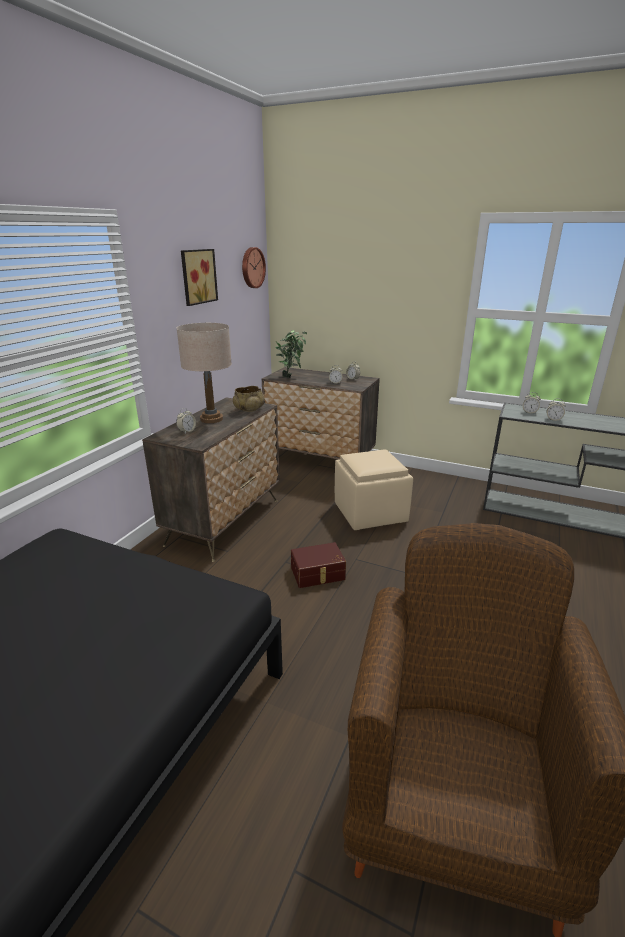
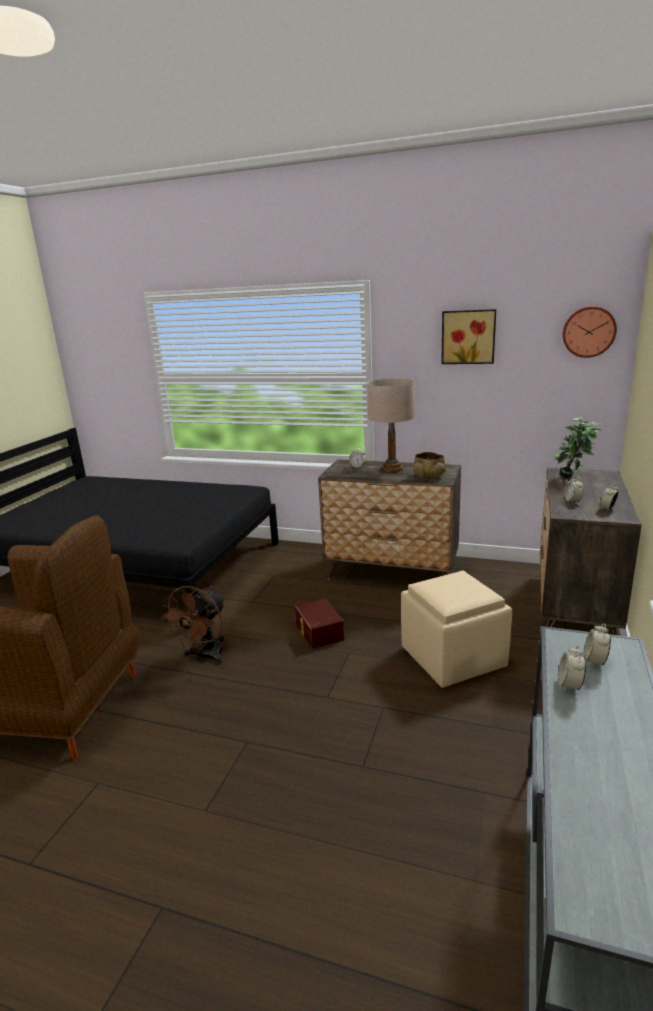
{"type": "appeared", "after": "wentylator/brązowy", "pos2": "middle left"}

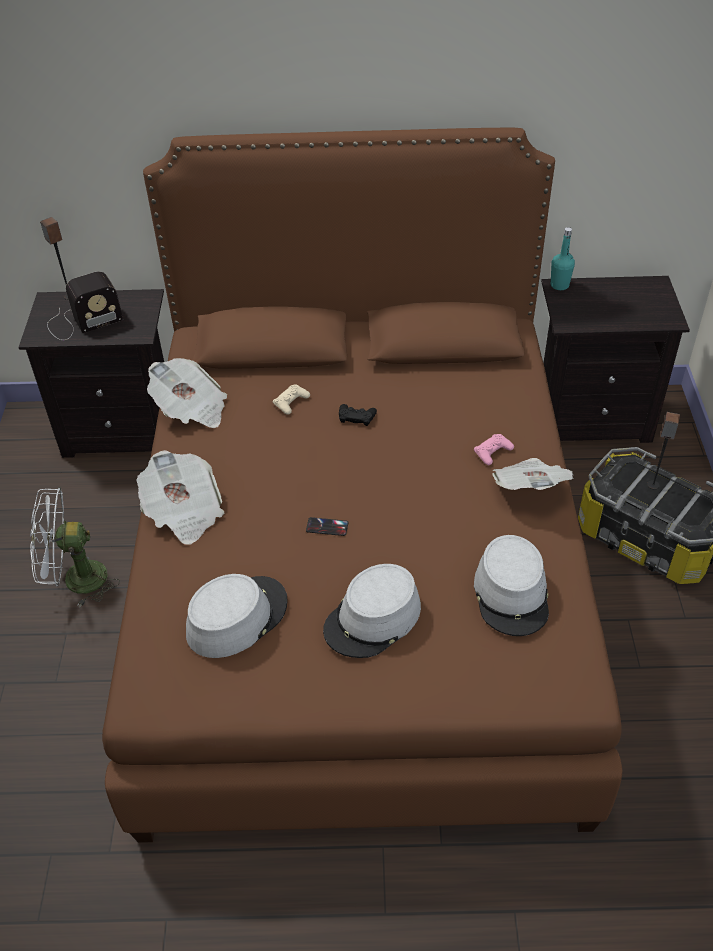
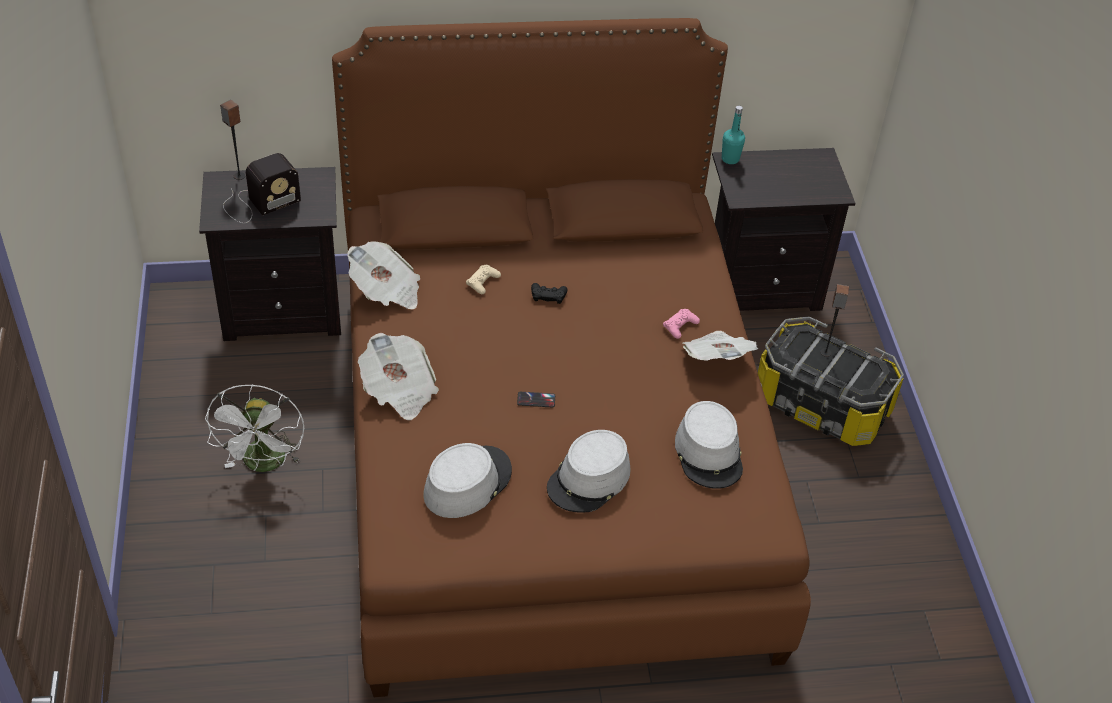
{"type": "spun", "before": "wentylator/biały", "pos1": "middle left", "pos2": "middle left", "turn": -75}

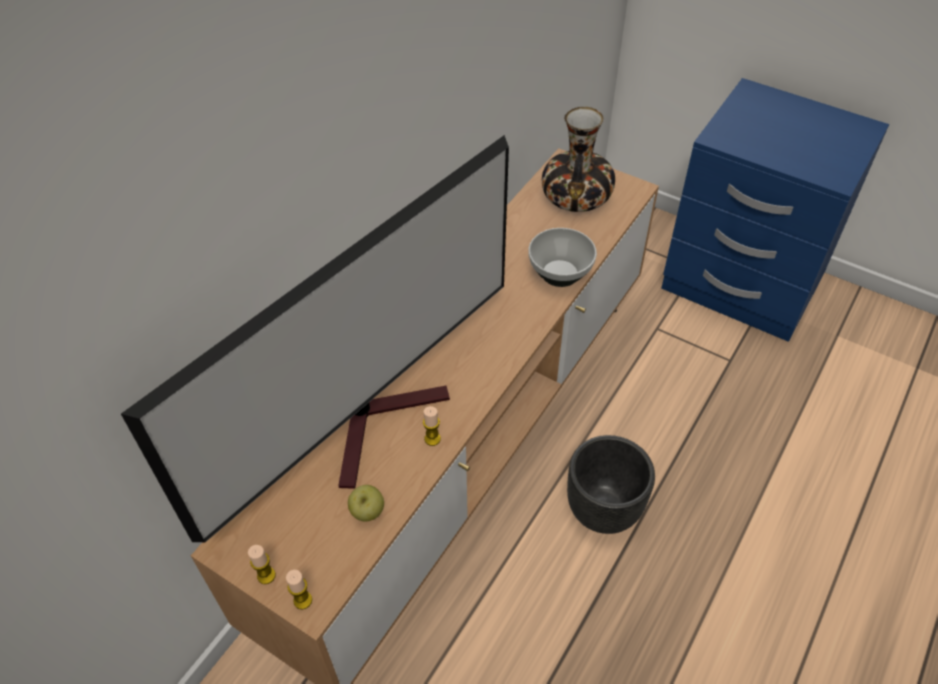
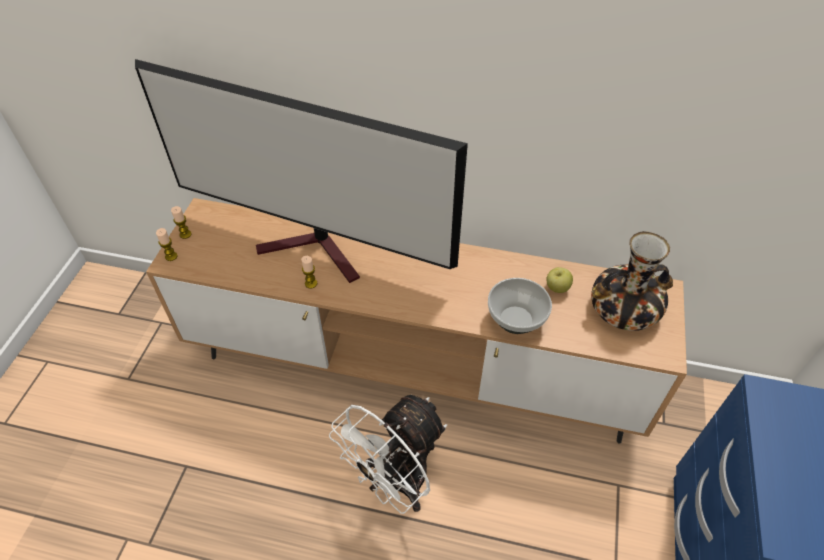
{"type": "relocated", "before": "jabłko", "pos1": "bottom centre", "pos2": "middle right"}
{"type": "exchanged", "before": "donica/czarny", "after": "wentylator/biały", "pos1": "bottom centre", "pos2": "bottom centre"}

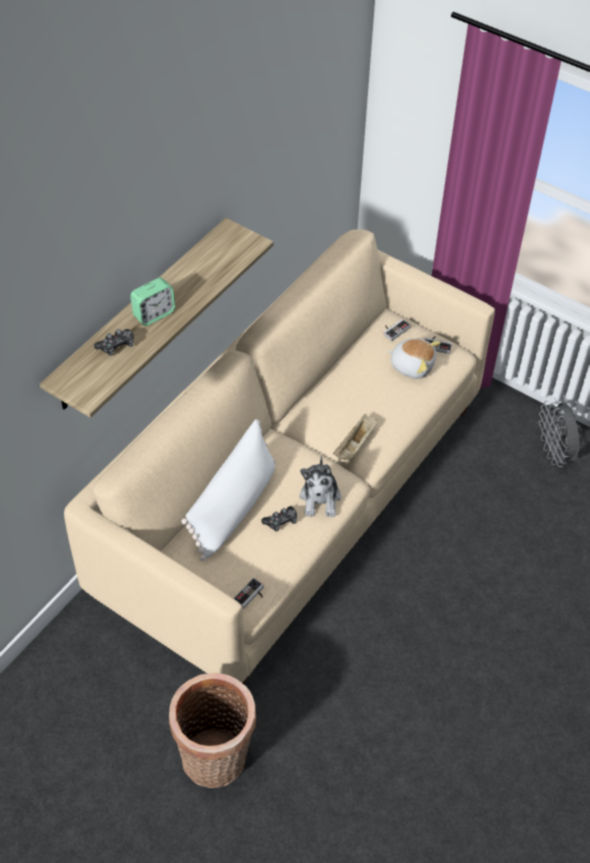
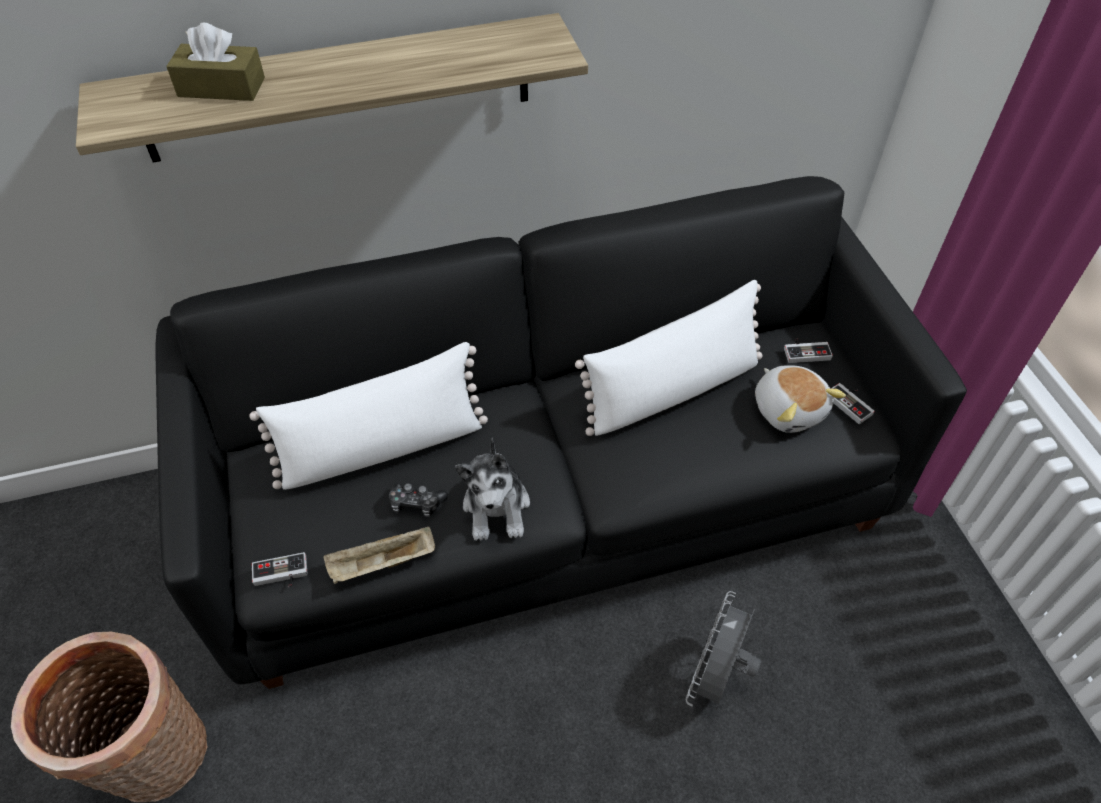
{"type": "missing", "before": "budzik", "pos1": "middle left"}
{"type": "appeared", "after": "poduszka/biały (no. 2 from left)", "pos2": "centre"}
{"type": "relocated", "before": "taca/beżowy", "pos1": "centre", "pos2": "bottom centre"}
{"type": "relocated", "before": "wentylator/szary", "pos1": "middle right", "pos2": "bottom centre"}
{"type": "exchanged", "before": "pad do gier (no. 1 from left)", "after": "pudełko chusteczek/brązowy", "pos1": "middle left", "pos2": "top left"}
{"type": "colour", "before": "kanapa/beżowy", "after": "kanapa/czarny", "pos1": "centre", "pos2": "centre"}
{"type": "spun", "before": "pluszak (no. 1 from left)", "pos1": "centre", "pos2": "centre", "turn": -45}

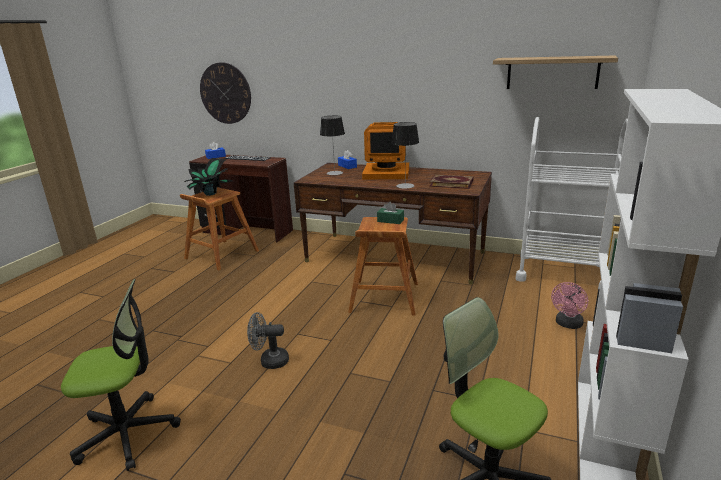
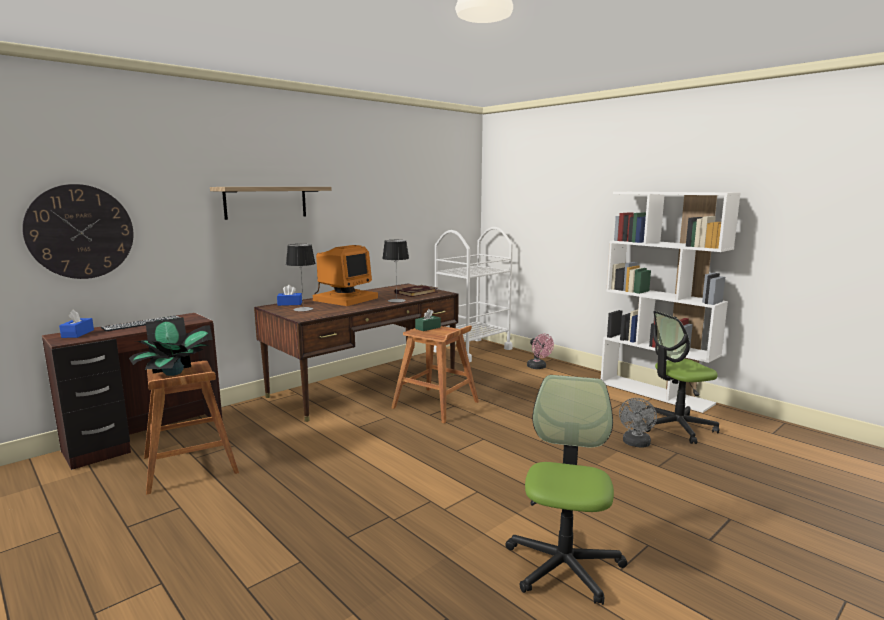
{"type": "relocated", "before": "wentylator/szary", "pos1": "bottom centre", "pos2": "bottom right"}
{"type": "relocated", "before": "półka", "pos1": "top right", "pos2": "top left"}

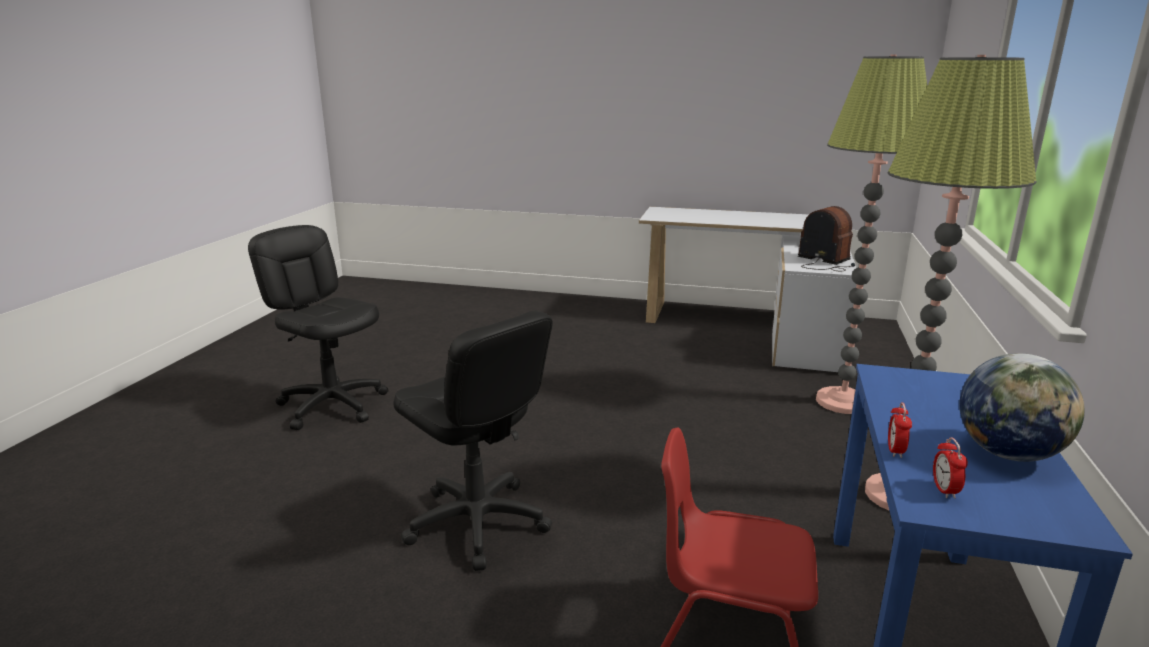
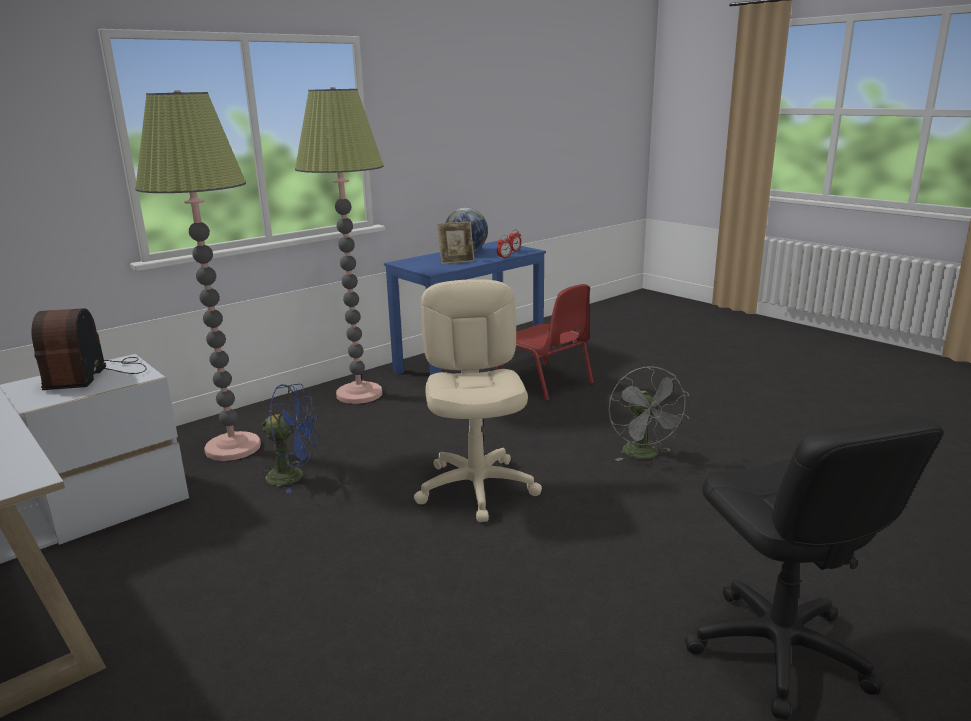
{"type": "appeared", "after": "wentylator/niebieski", "pos2": "middle left"}
{"type": "appeared", "after": "krzesło biurowe/beżowy", "pos2": "centre"}
{"type": "appeared", "after": "ramka na zdjęcie", "pos2": "centre"}
{"type": "exchanged", "before": "krzesło biurowe/czarny (no. 2 from left)", "after": "wentylator/szary", "pos1": "bottom centre", "pos2": "middle right"}

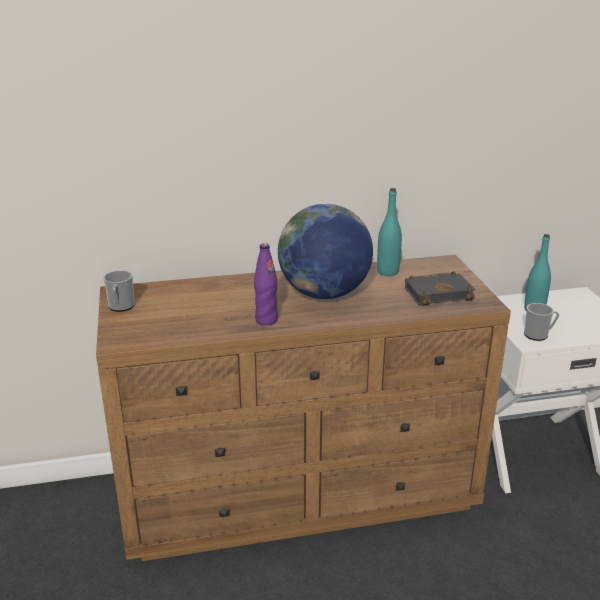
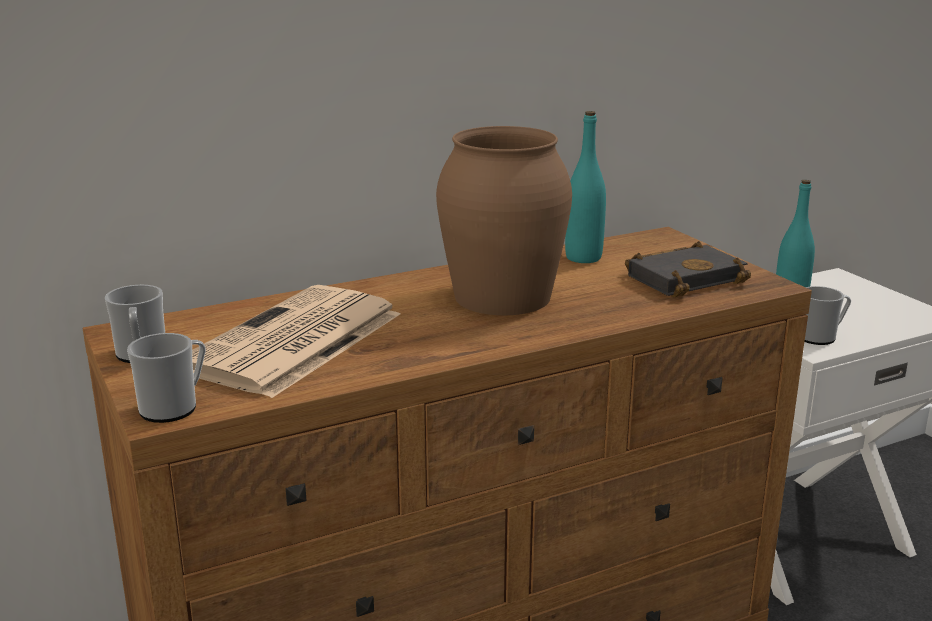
{"type": "missing", "before": "butelka/fioletowy", "pos1": "centre"}
{"type": "appeared", "after": "kubek (no. 2 from left)", "pos2": "middle left"}
{"type": "appeared", "after": "gazeta", "pos2": "middle left"}
{"type": "exchanged", "before": "globus", "after": "wazon/brązowy", "pos1": "centre", "pos2": "centre"}

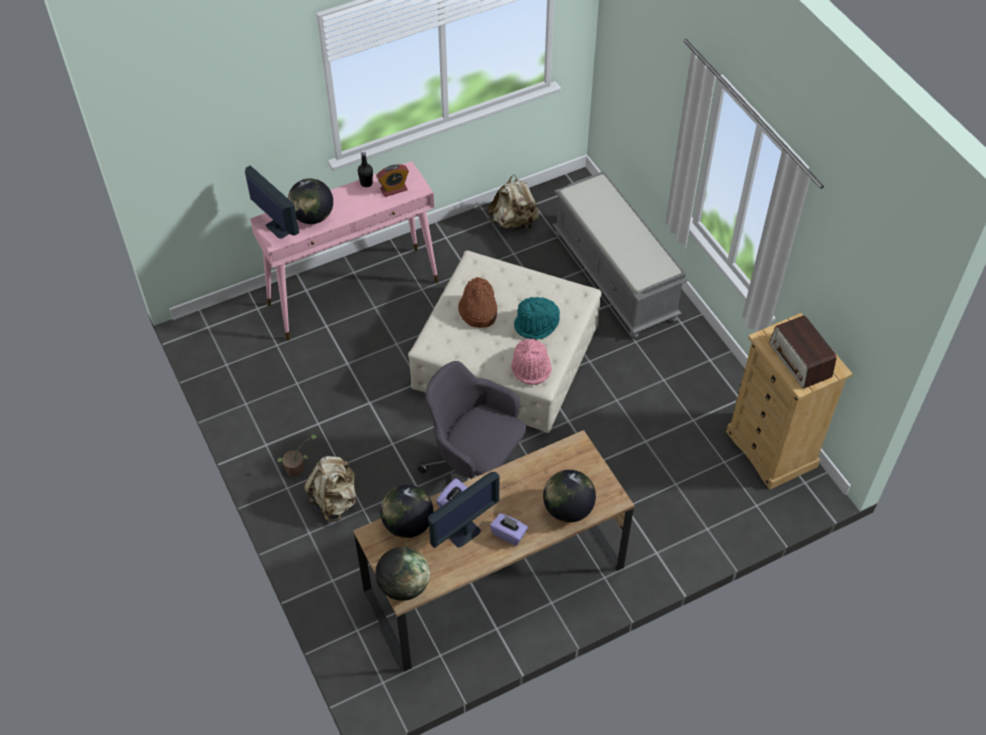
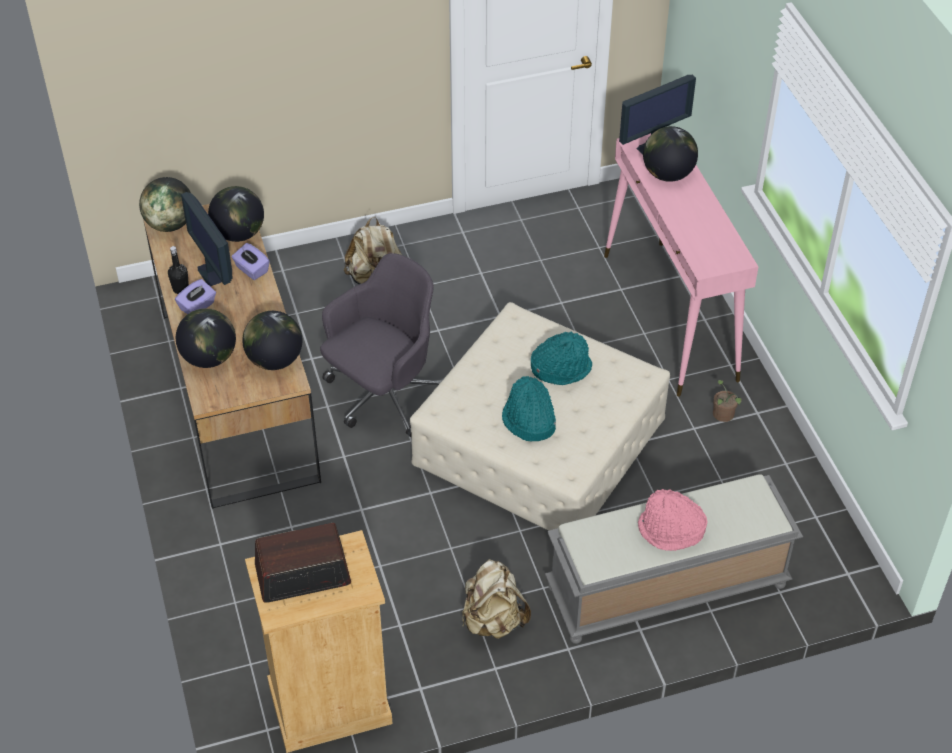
{"type": "missing", "before": "budzik", "pos1": "top centre"}
{"type": "appeared", "after": "globus (no. 4 from left)", "pos2": "middle left"}
{"type": "relocated", "before": "roślina doniczkowa", "pos1": "middle left", "pos2": "middle right"}
{"type": "relocated", "before": "butelka/czarny", "pos1": "top centre", "pos2": "middle left"}
{"type": "relocated", "before": "plecak/beżowy (no. 2 from left)", "pos1": "top centre", "pos2": "bottom centre"}
{"type": "relocated", "before": "kapelusz/różowy", "pos1": "centre", "pos2": "bottom right"}
{"type": "colour", "before": "kapelusz/brązowy", "after": "kapelusz/turkusowy (no. 2 from left)", "pos1": "centre", "pos2": "centre"}

